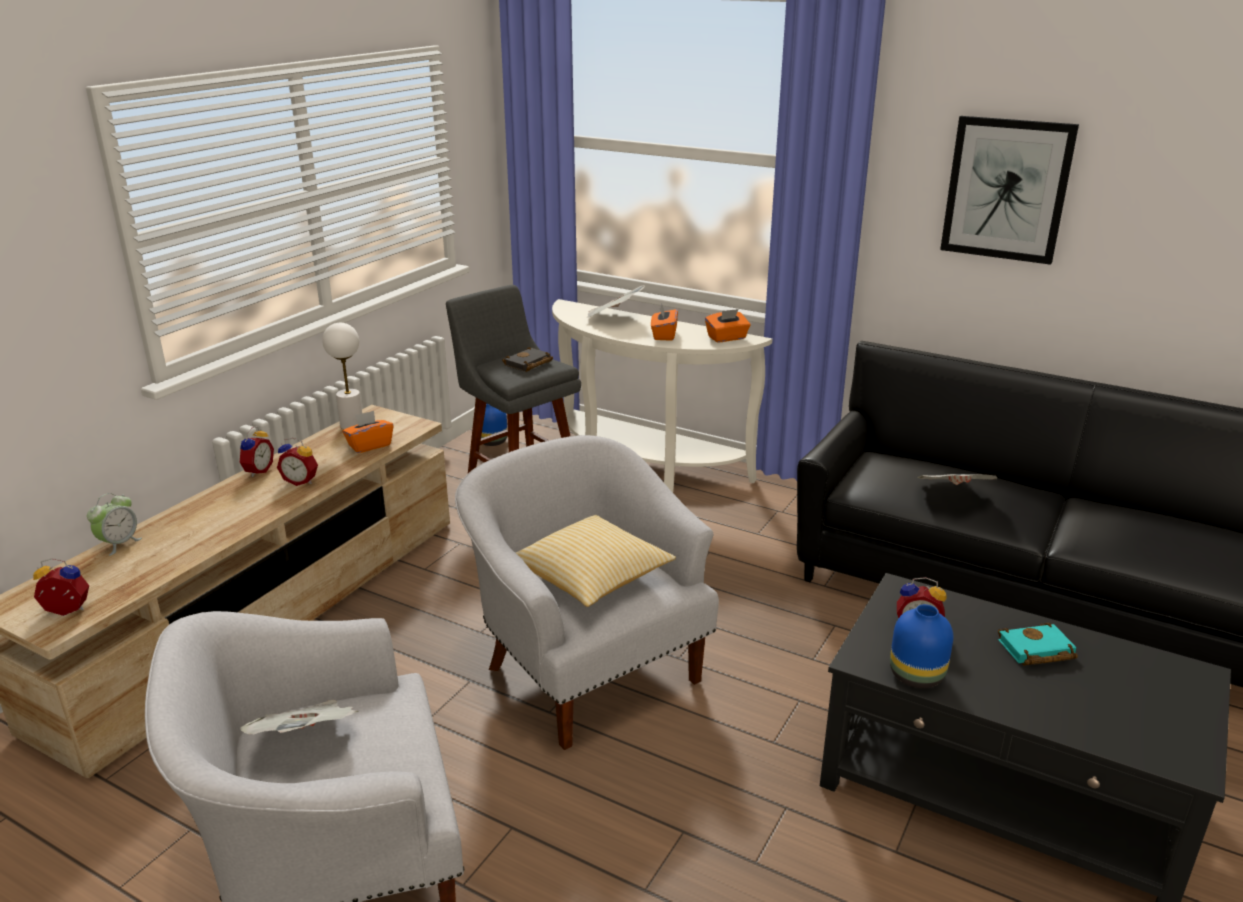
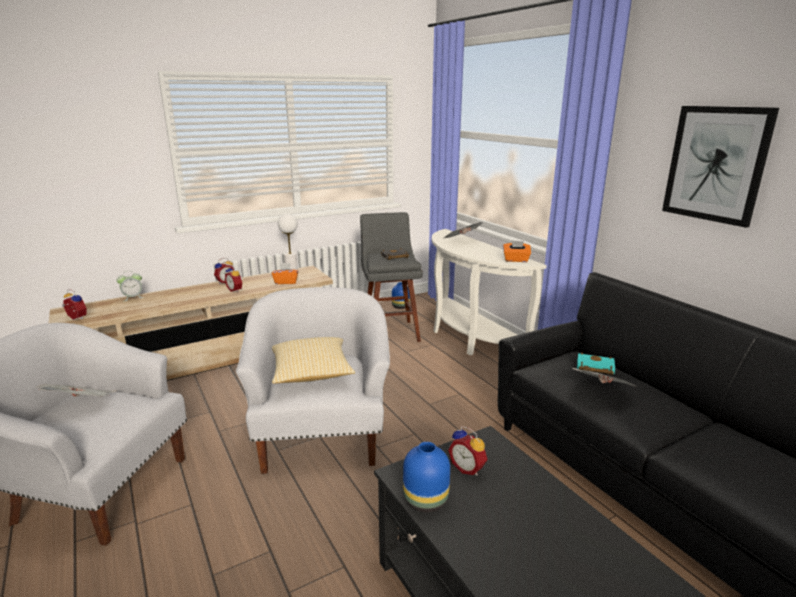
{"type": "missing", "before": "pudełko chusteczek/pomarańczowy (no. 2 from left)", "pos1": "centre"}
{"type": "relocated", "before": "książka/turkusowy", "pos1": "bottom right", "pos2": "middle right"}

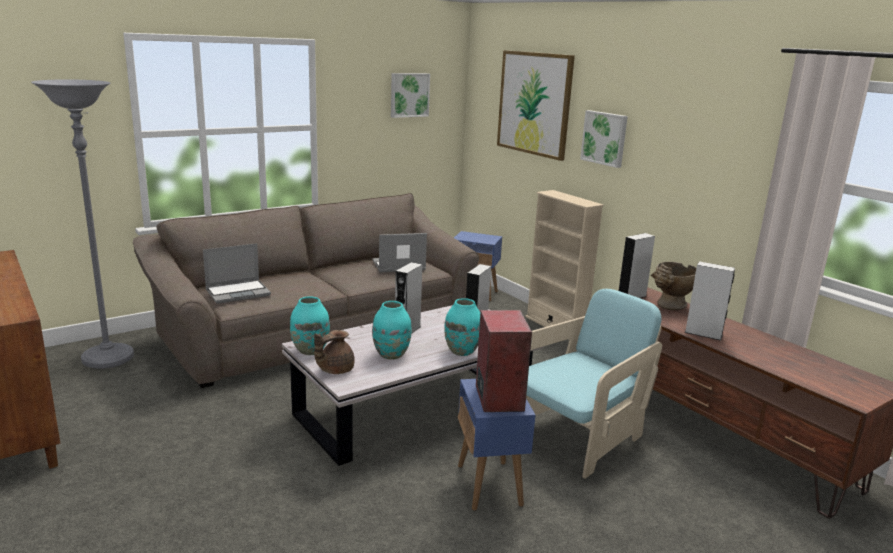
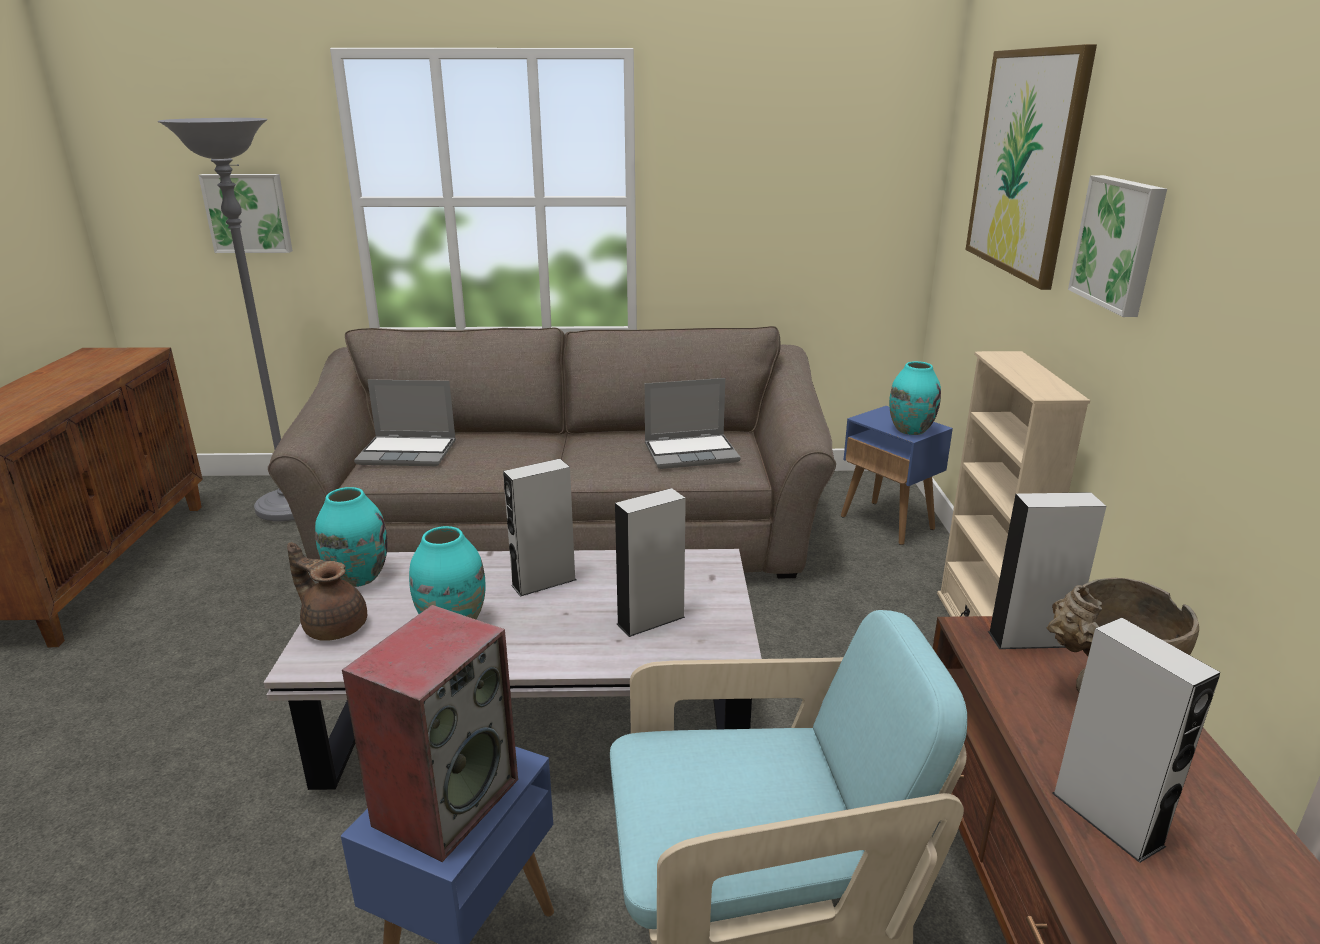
{"type": "relocated", "before": "obraz (no. 1 from left)", "pos1": "top centre", "pos2": "top left"}
{"type": "relocated", "before": "wazon/turkusowy (no. 3 from left)", "pos1": "centre", "pos2": "middle right"}
{"type": "spun", "before": "imbryk/brązowy", "pos1": "centre", "pos2": "middle left", "turn": 45}
{"type": "spun", "before": "laptop (no. 2 from left)", "pos1": "centre", "pos2": "centre", "turn": 150}

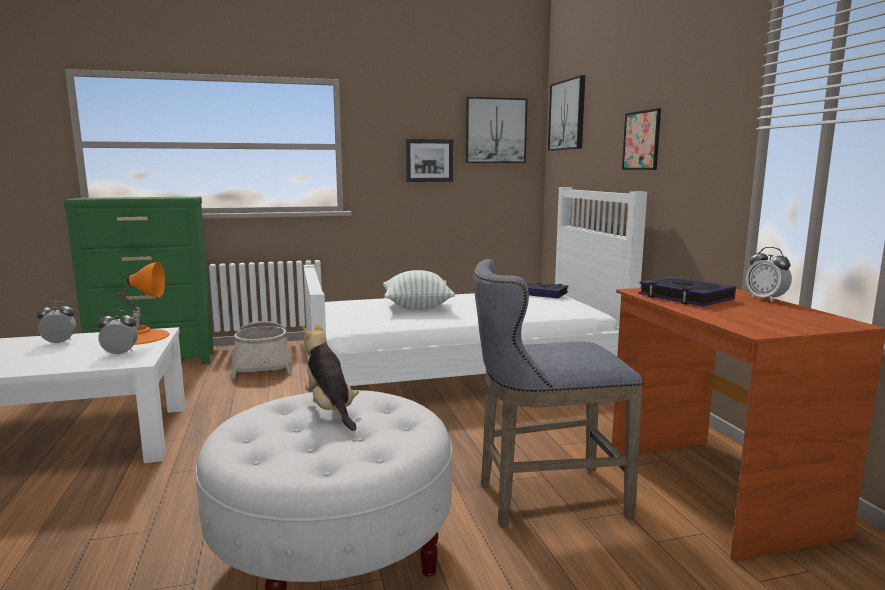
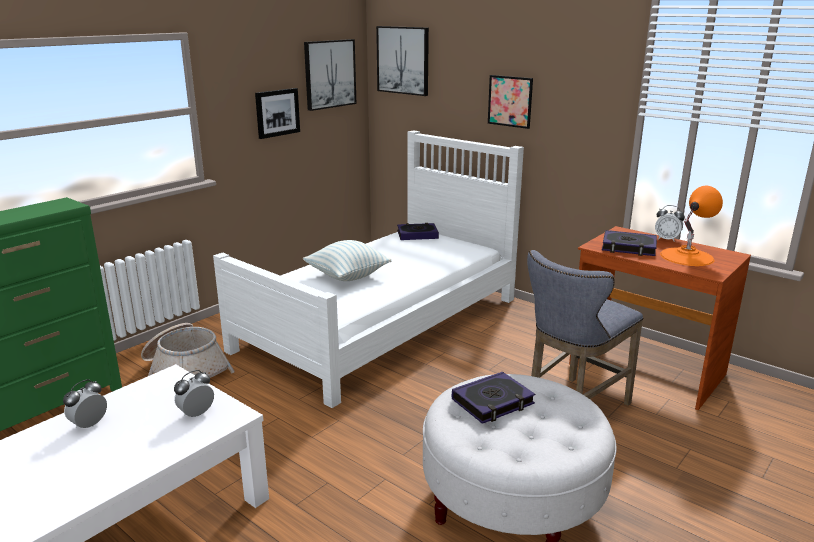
{"type": "relocated", "before": "lampa stołowa/pomarańczowy", "pos1": "middle left", "pos2": "middle right"}
{"type": "exchanged", "before": "pluszak", "after": "książka (no. 2 from left)", "pos1": "centre", "pos2": "bottom centre"}

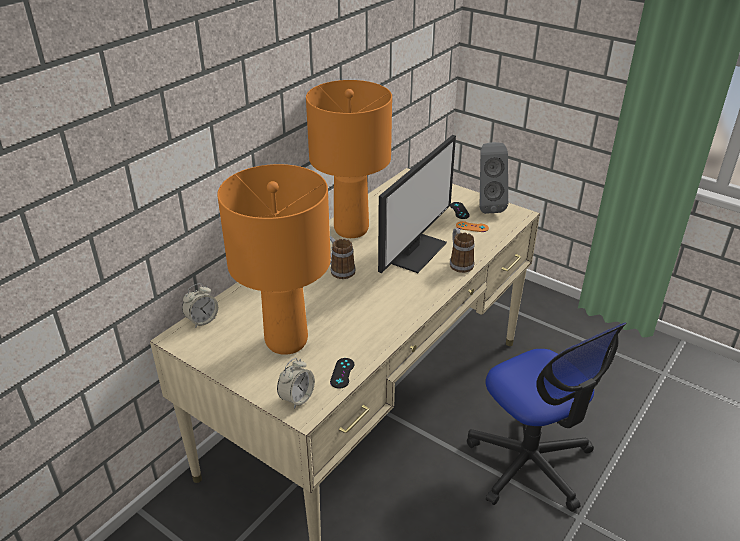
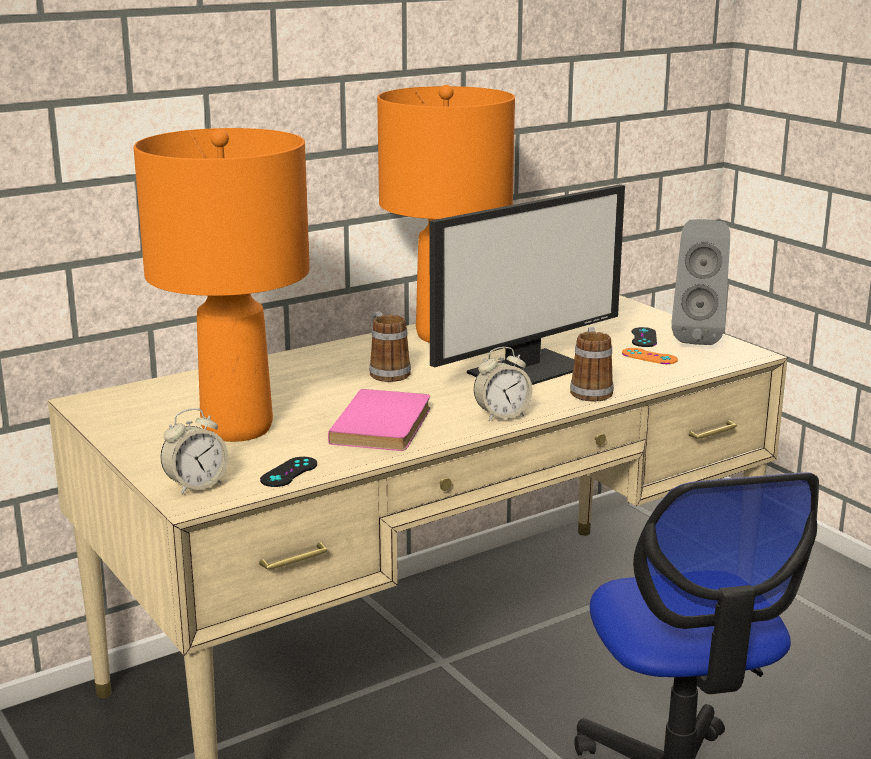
{"type": "appeared", "after": "książka/różowy", "pos2": "centre"}
{"type": "relocated", "before": "budzik (no. 1 from left in the first image)", "after": "budzik (no. 2 from left)", "pos1": "middle left", "pos2": "centre"}

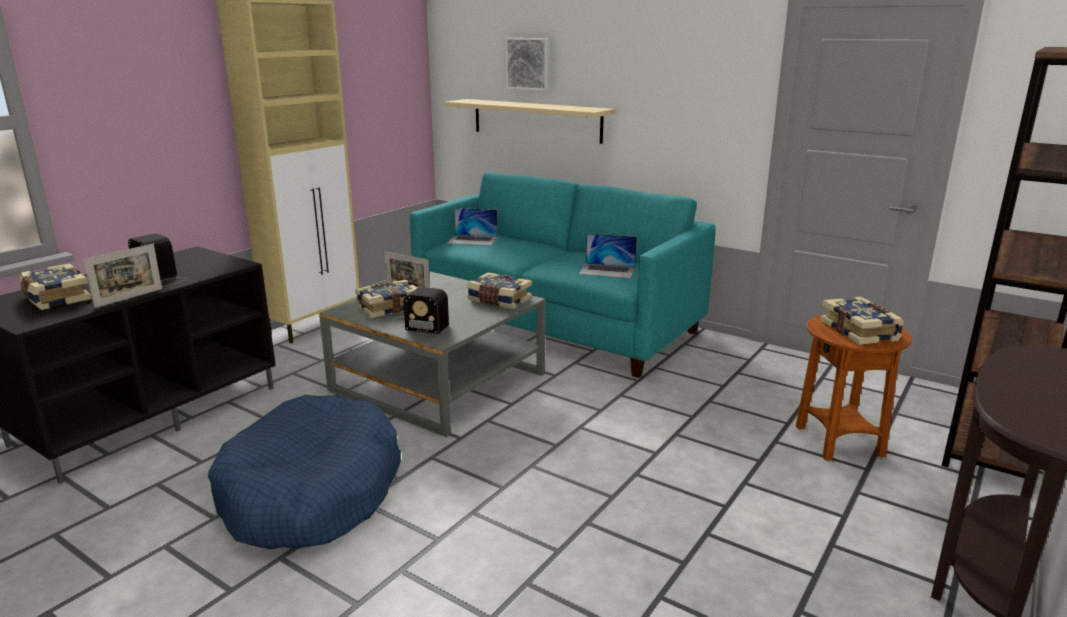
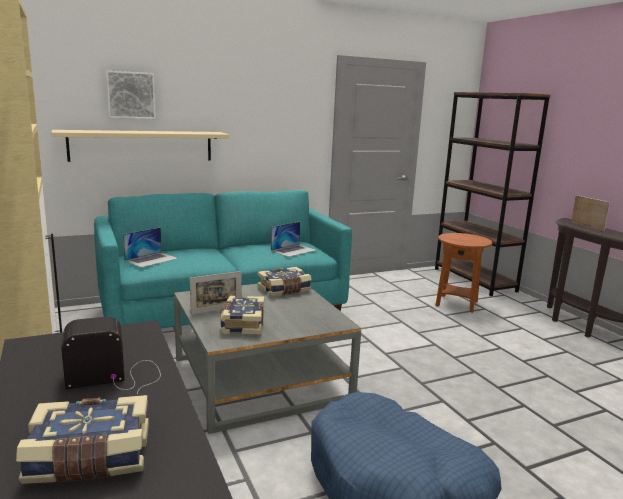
{"type": "missing", "before": "radio (no. 2 from left)", "pos1": "centre"}
{"type": "missing", "before": "książka (no. 4 from left)", "pos1": "middle right"}
{"type": "relocated", "before": "ramka na zdjęcie (no. 1 from left in the first image)", "after": "ramka na zdjęcie (no. 2 from left)", "pos1": "middle left", "pos2": "middle right"}

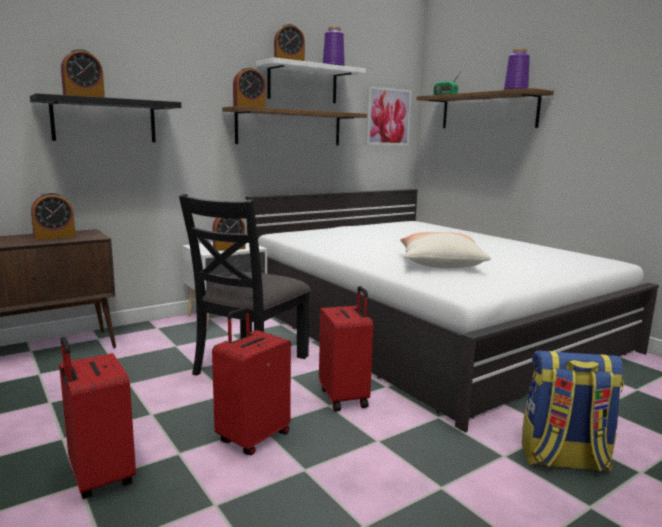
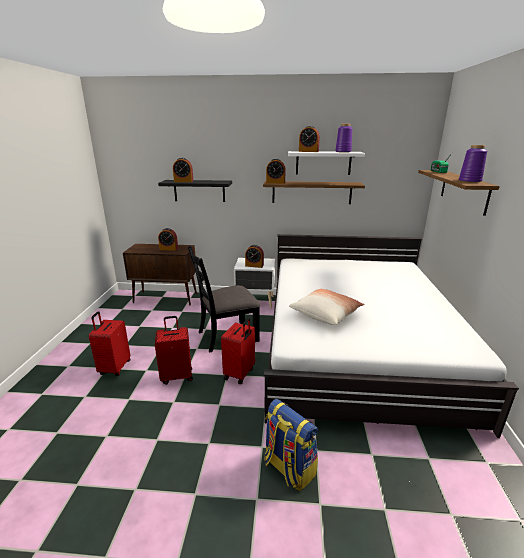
{"type": "missing", "before": "obraz", "pos1": "top centre"}

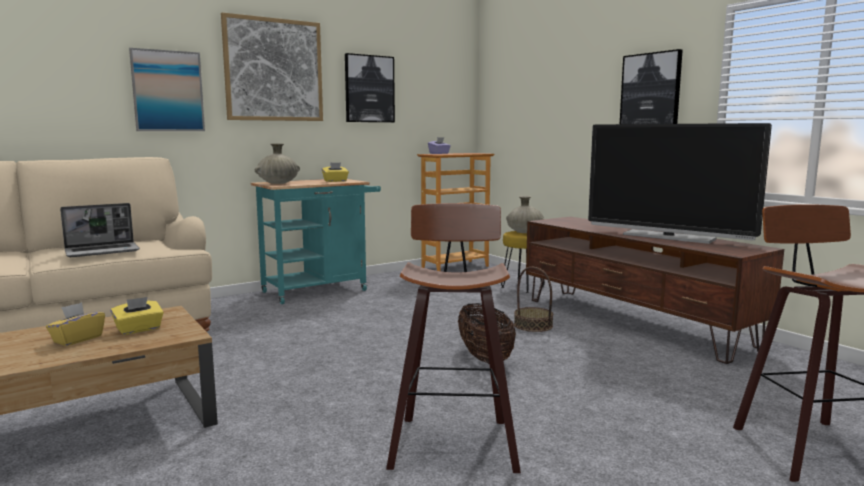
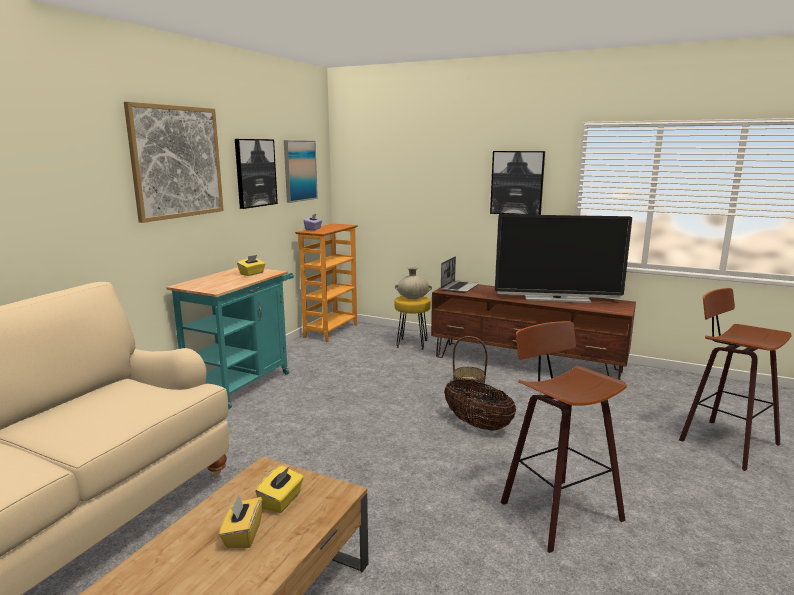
{"type": "missing", "before": "wazon/beżowy (no. 1 from left)", "pos1": "middle left"}
{"type": "relocated", "before": "laptop", "pos1": "middle left", "pos2": "centre"}
{"type": "relocated", "before": "obraz (no. 1 from left in the first image)", "after": "obraz (no. 3 from left)", "pos1": "top left", "pos2": "top centre"}

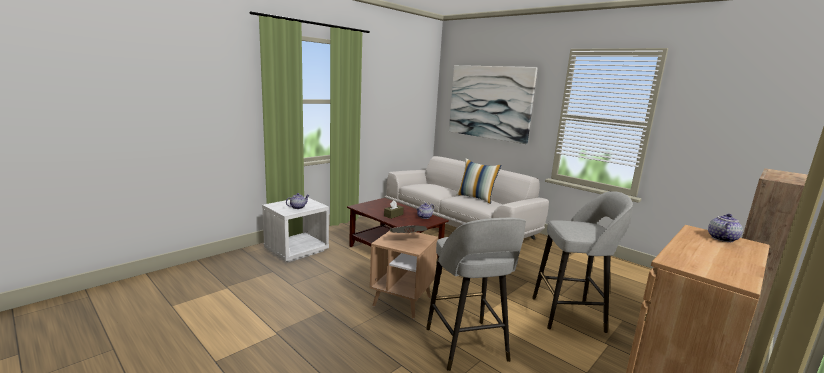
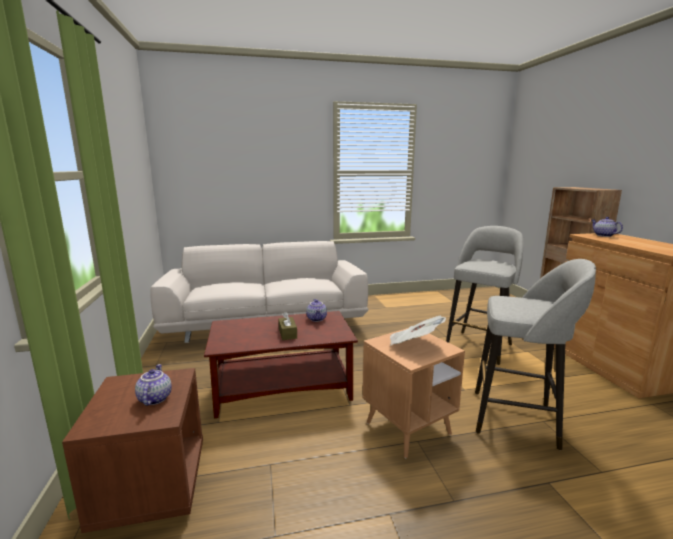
{"type": "missing", "before": "obraz", "pos1": "top centre"}
{"type": "missing", "before": "poduszka", "pos1": "centre"}
{"type": "colour", "before": "szafka nocna/biały", "after": "szafka nocna/brązowy", "pos1": "centre", "pos2": "bottom left"}

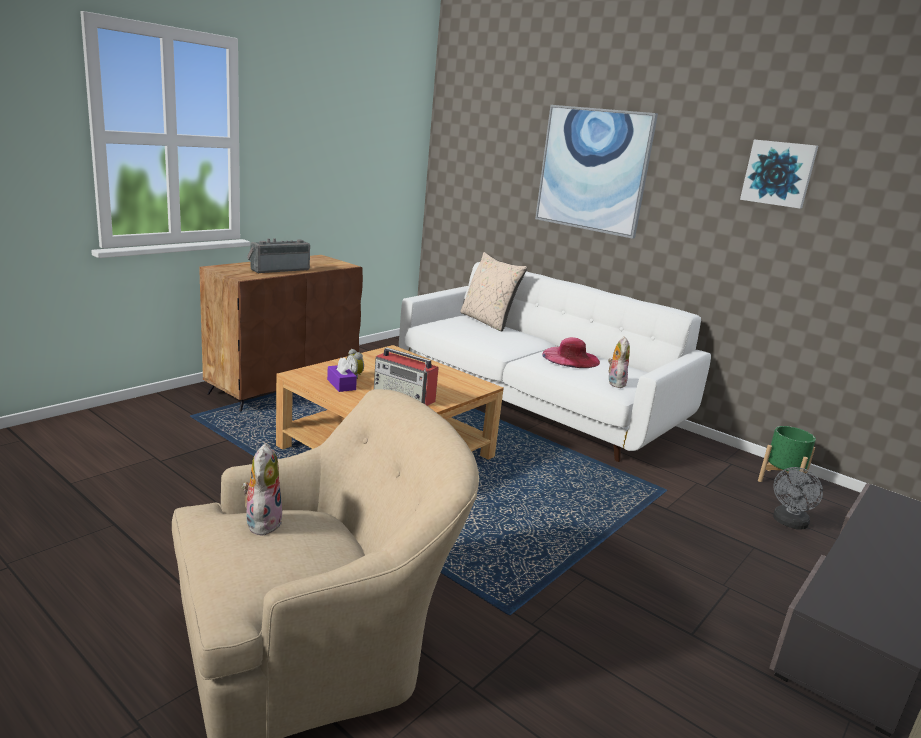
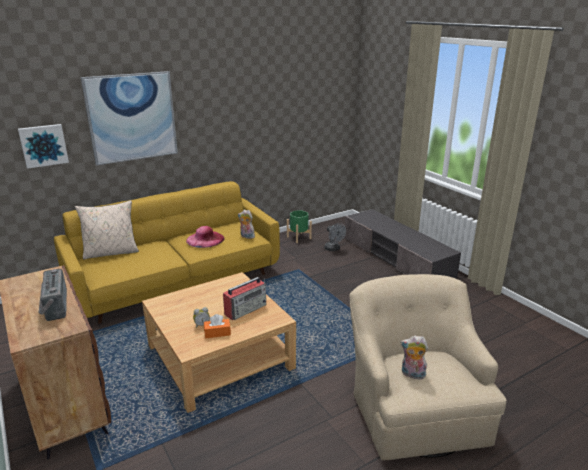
{"type": "relocated", "before": "obraz (no. 2 from left in the first image)", "after": "obraz (no. 1 from left)", "pos1": "top right", "pos2": "top left"}
{"type": "colour", "before": "pudełko chusteczek/fioletowy", "after": "pudełko chusteczek/pomarańczowy", "pos1": "centre", "pos2": "bottom centre"}
{"type": "colour", "before": "kanapa/biały", "after": "kanapa/żółty", "pos1": "centre", "pos2": "middle left"}

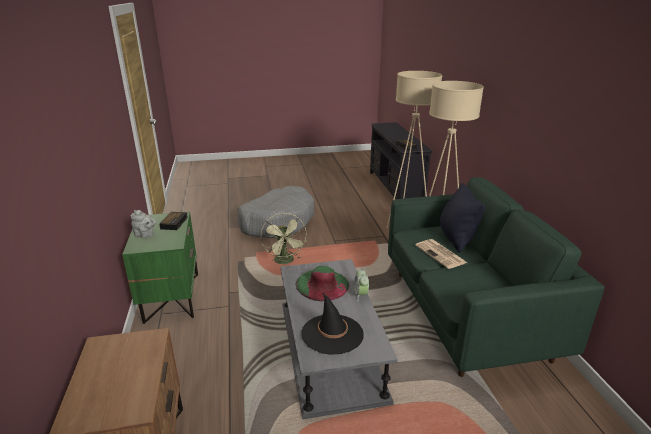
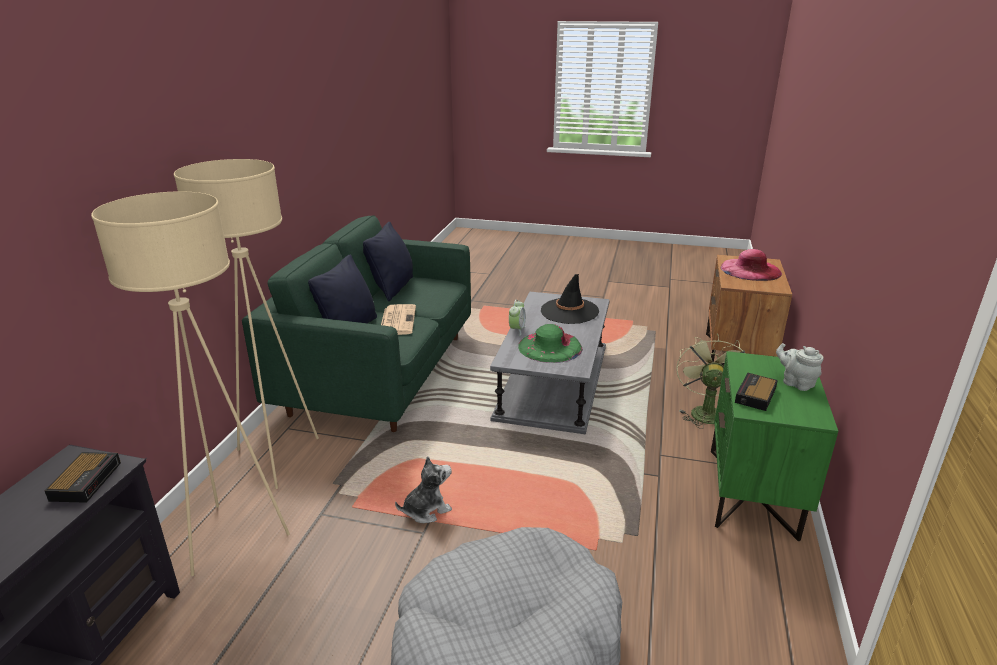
{"type": "appeared", "after": "poduszka/czarny (no. 2 from left)", "pos2": "centre"}
{"type": "appeared", "after": "pluszak", "pos2": "bottom centre"}
{"type": "appeared", "after": "kapelusz/różowy", "pos2": "middle right"}
{"type": "relocated", "before": "wentylator/zielony", "pos1": "centre", "pos2": "middle right"}

